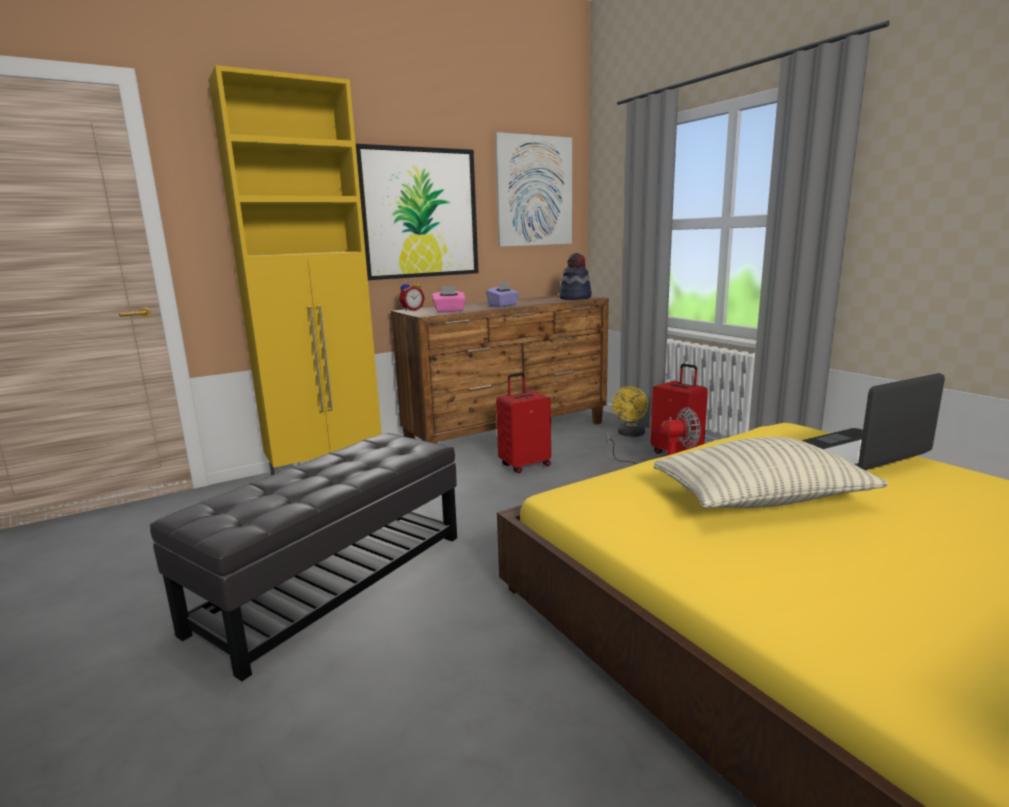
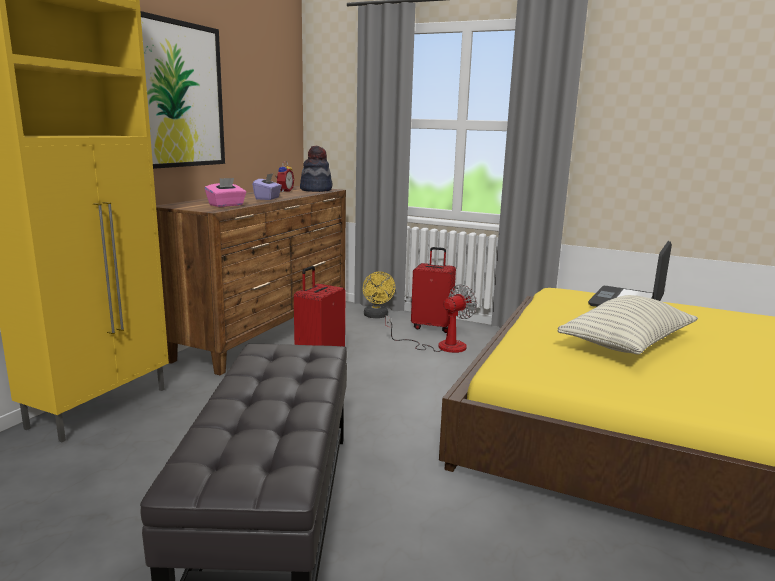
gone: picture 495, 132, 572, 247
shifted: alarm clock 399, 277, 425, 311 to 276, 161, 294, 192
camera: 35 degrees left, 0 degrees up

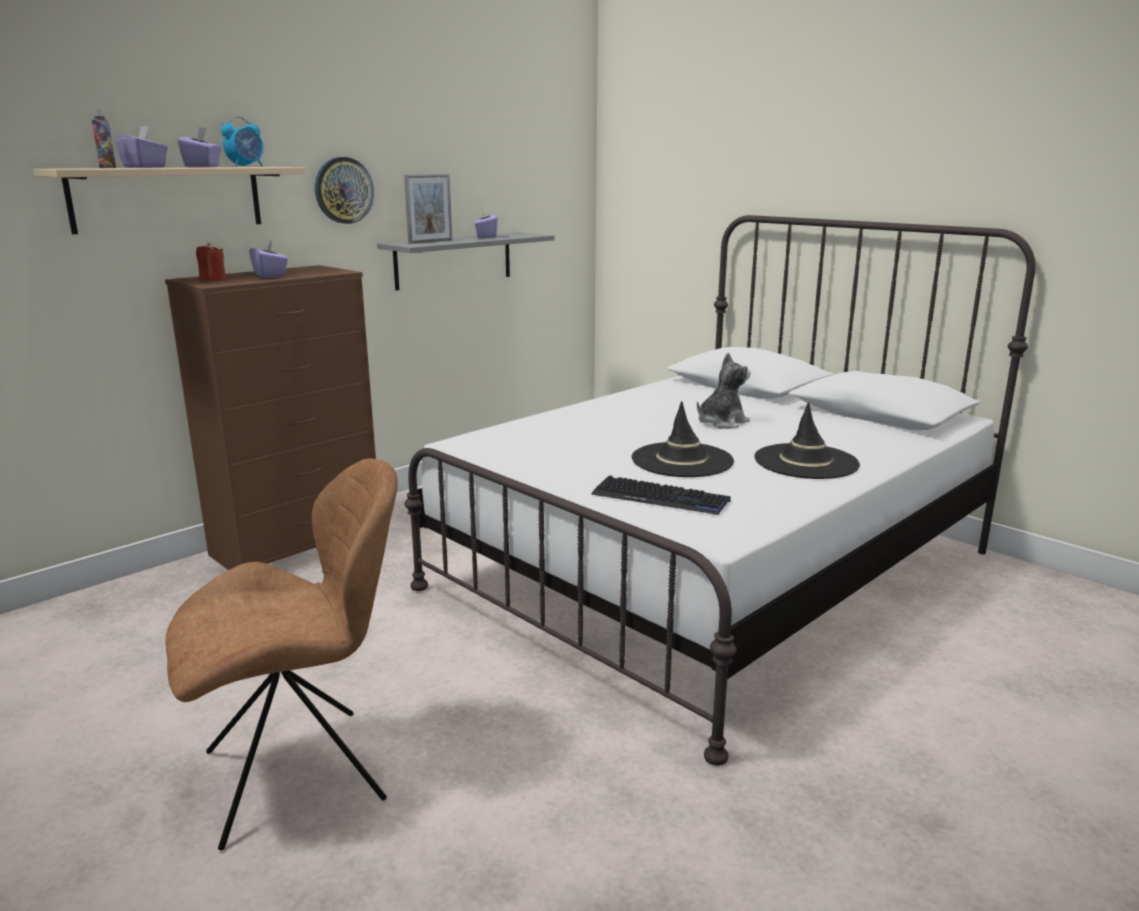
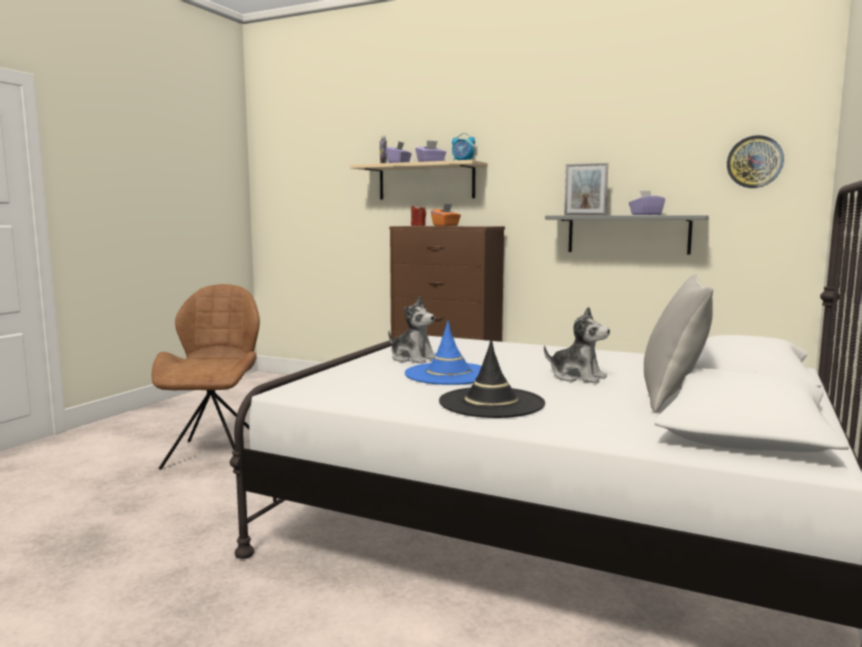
gone: PC keyboard 591, 475, 731, 515
new: soft toy 388, 297, 435, 364; greyish cushion 644, 274, 713, 412
shifted: wall clock 315, 157, 374, 224 to 727, 135, 784, 188
repainted: purple tissue holder 249, 239, 288, 278 to orange tissue holder 431, 204, 461, 226; blackish hat 632, 401, 734, 477 to blue-coloured hat 405, 321, 482, 385
rotated: brown-coloured chair 165, 458, 398, 851 = 152, 284, 260, 470 135 degrees counterclockwise
camera: 70 degrees right, 10 degrees down

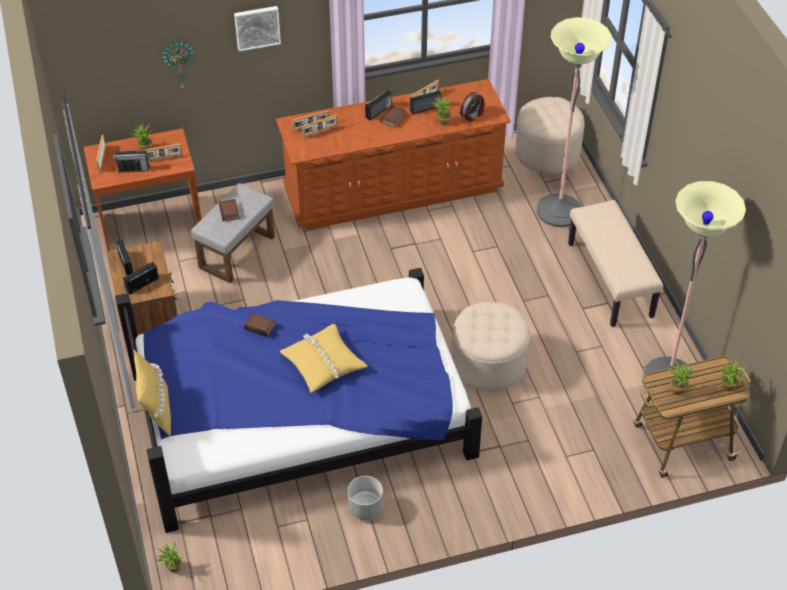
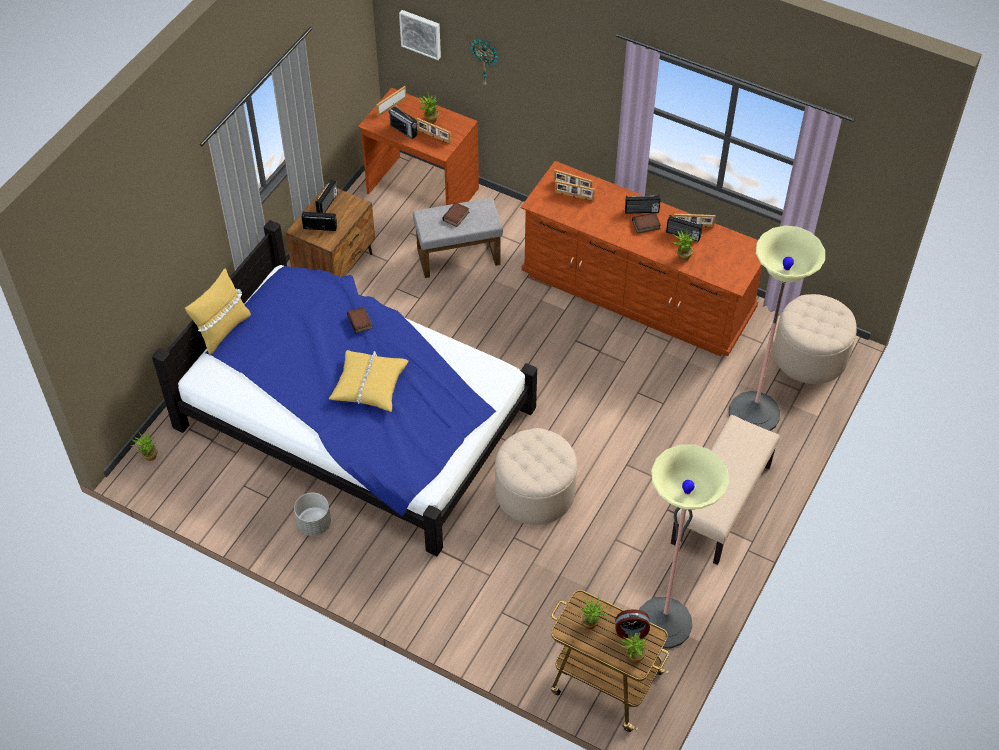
shifted: picture 234, 6, 281, 52 to 399, 10, 441, 60; alarm clock 460, 92, 485, 122 to 615, 609, 650, 639
camera: 45 degrees right, 5 degrees up

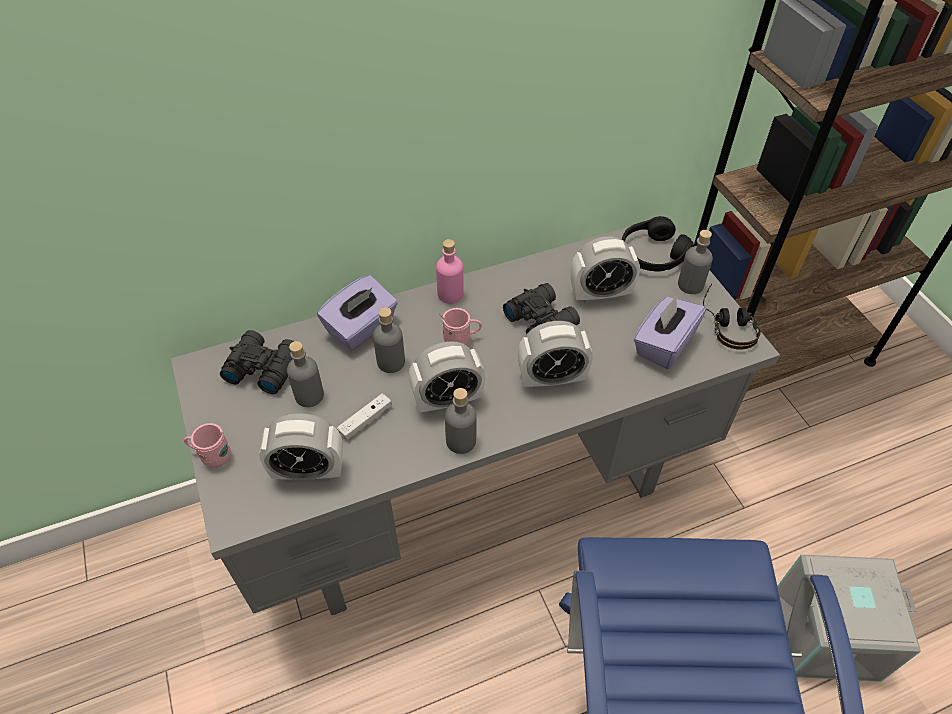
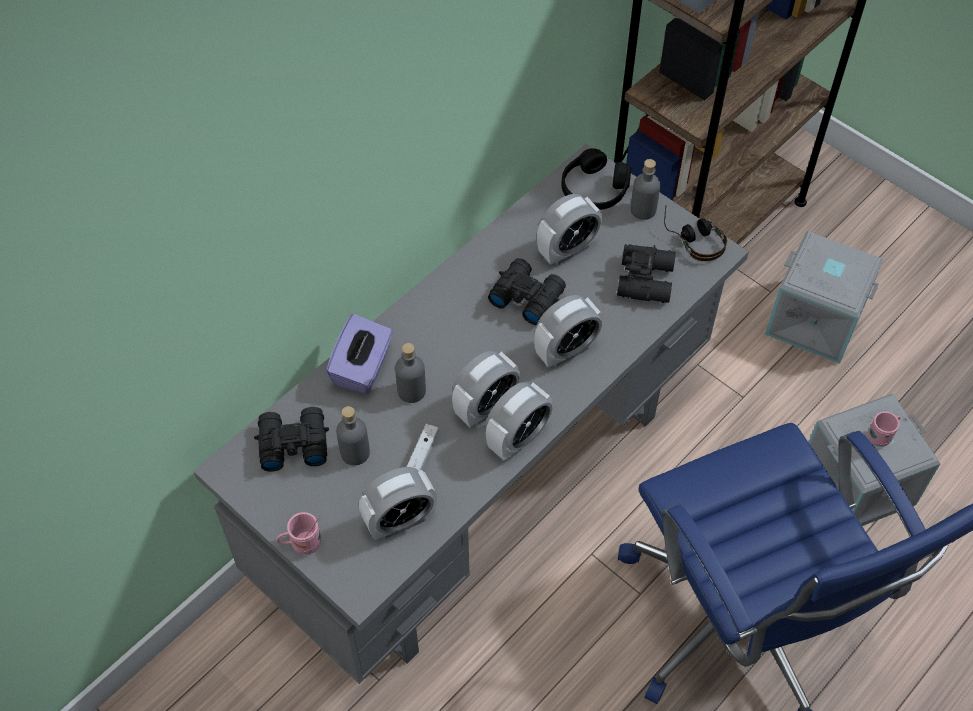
gone: pink beverage bottle 436, 239, 464, 304
new: greyish storage bin 765, 231, 884, 364
shifted: pink tea mug 439, 308, 482, 345 to 868, 411, 901, 447
swapped: greyish beverage bottle 445, 388, 477, 454 to alarm clock 486, 382, 552, 461; purple tissue holder 634, 296, 706, 369 to blackish pair of binoculars 617, 244, 676, 303
camera: 25 degrees left, 5 degrees up

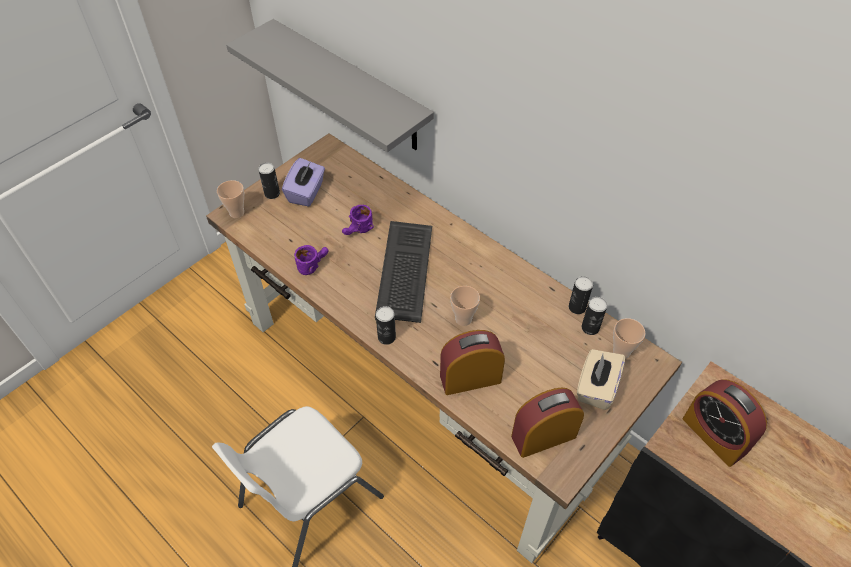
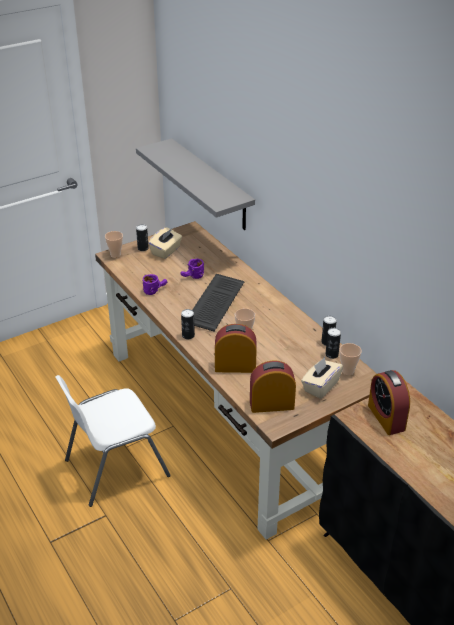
repainted: purple tissue holder 282, 158, 325, 207 to sand-coloured tissue holder 148, 227, 182, 259
camera: 15 degrees right, 15 degrees down

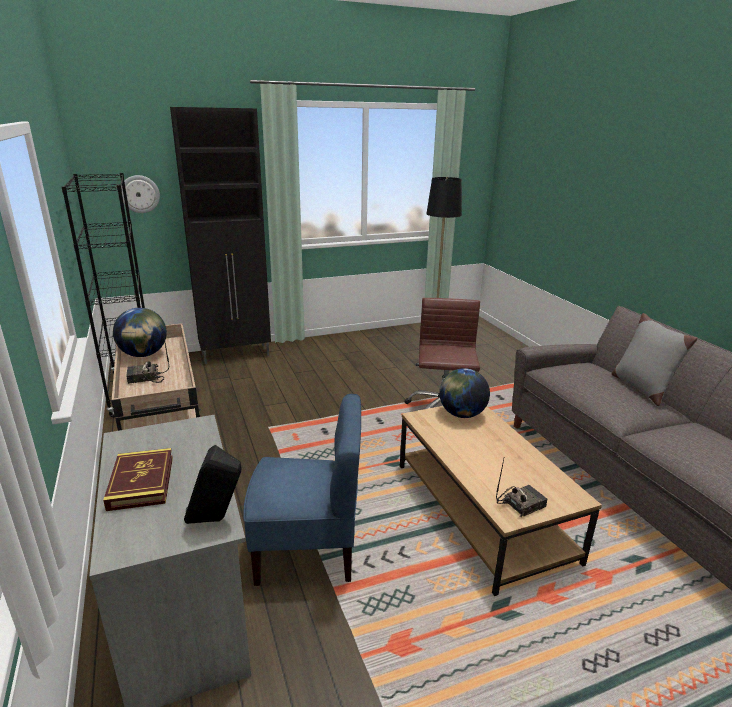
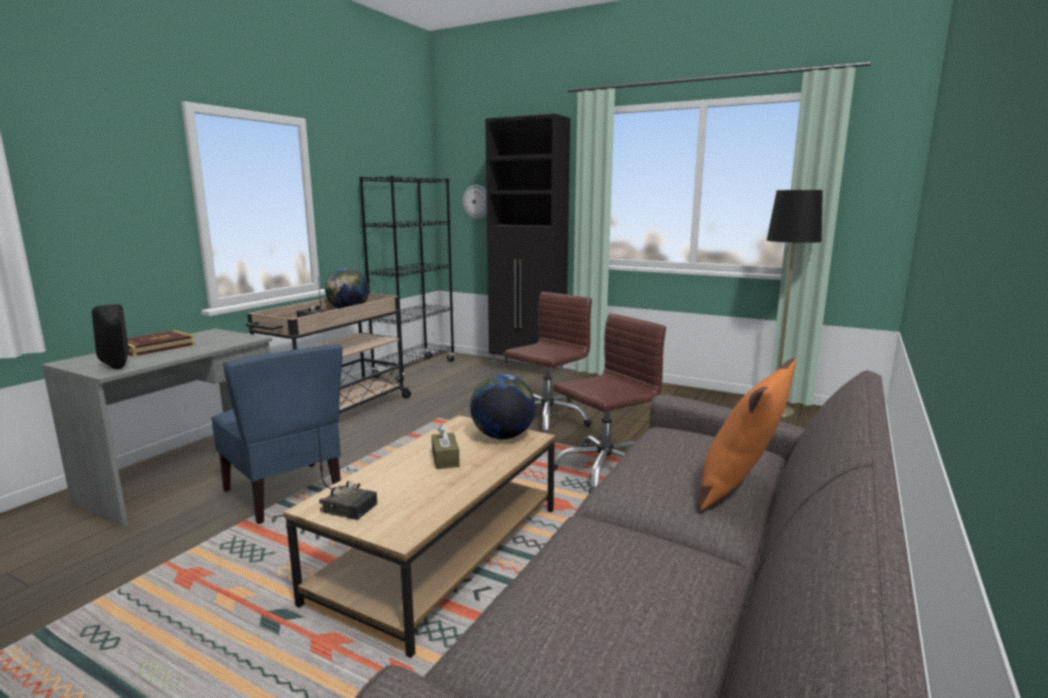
new: brown-coloured tissue holder 432, 425, 460, 469; brown-coloured desk chair 504, 292, 592, 434
repainted: greyish cushion 612, 313, 698, 406 to orange cushion 697, 358, 796, 511
camera: 50 degrees right, 10 degrees down

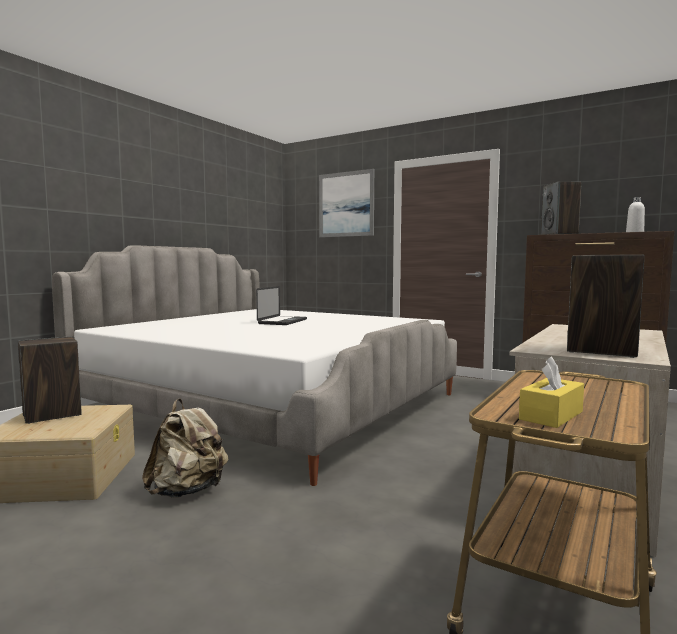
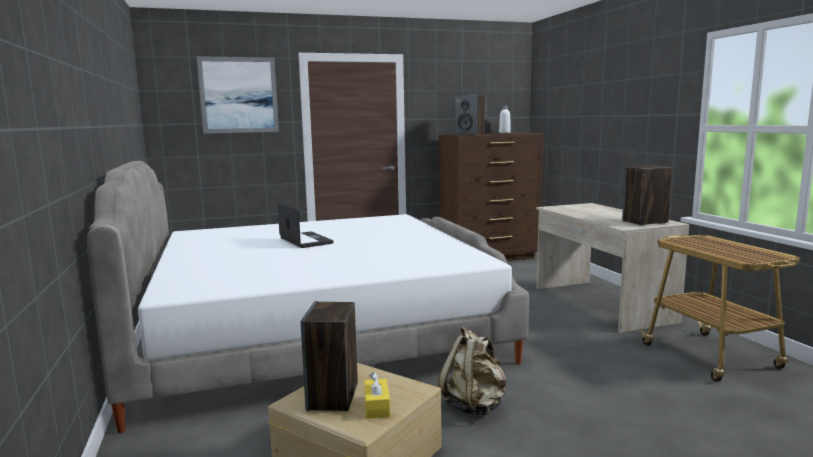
shifted: yellowish tissue holder 519, 356, 584, 428 to 364, 372, 390, 419
camera: 50 degrees left, 5 degrees up

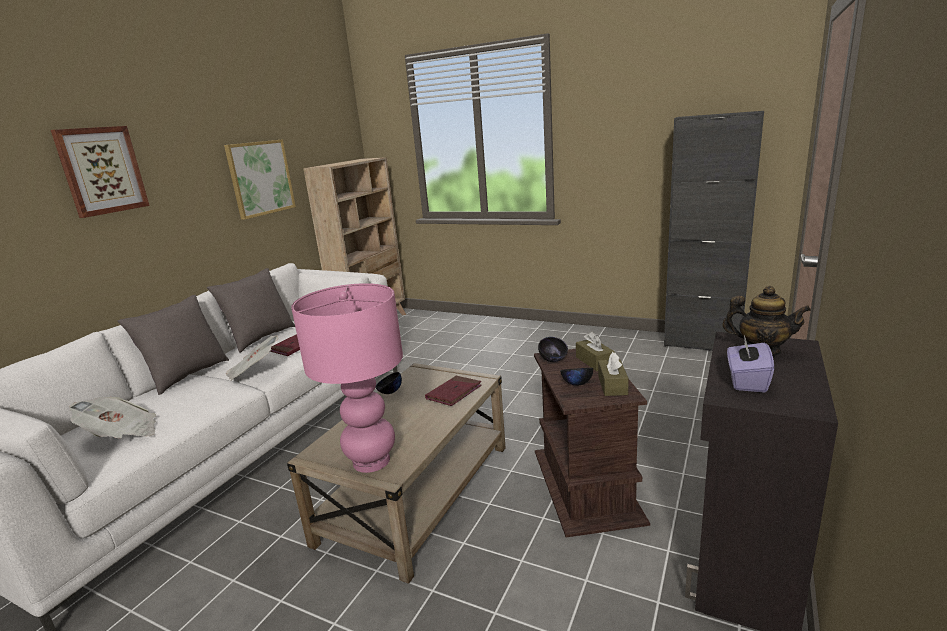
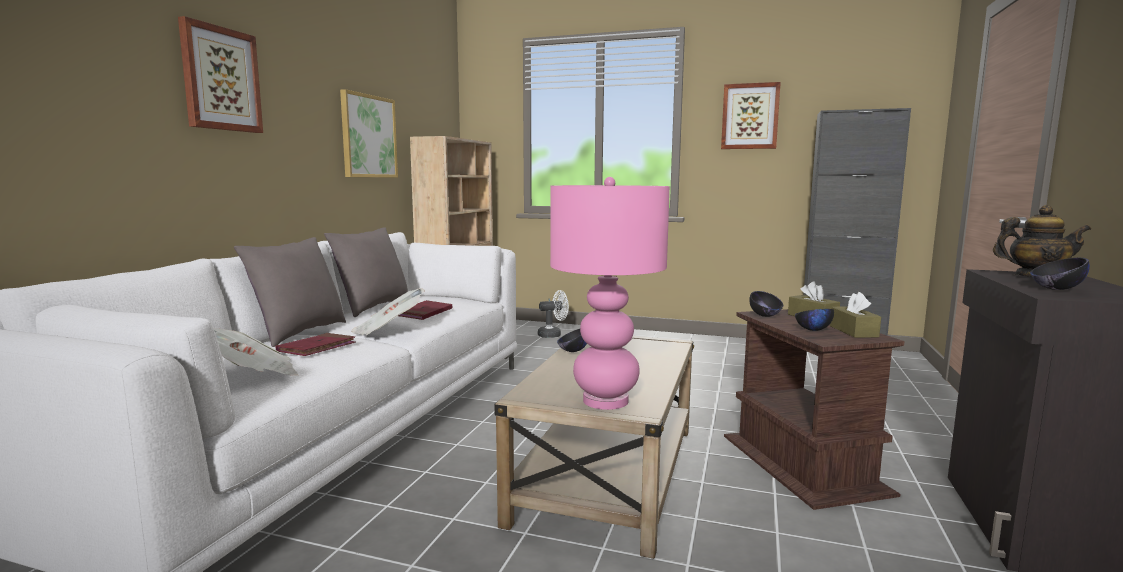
new: white-coloured electric fan 538, 290, 569, 338; picture 721, 82, 781, 149
shifted: red-coloured bound book 425, 376, 482, 406 to 275, 333, 356, 356
swapped: purple tissue holder 727, 335, 774, 393 to blackish serving bowl 1030, 258, 1090, 290
camera: 10 degrees left, 10 degrees down

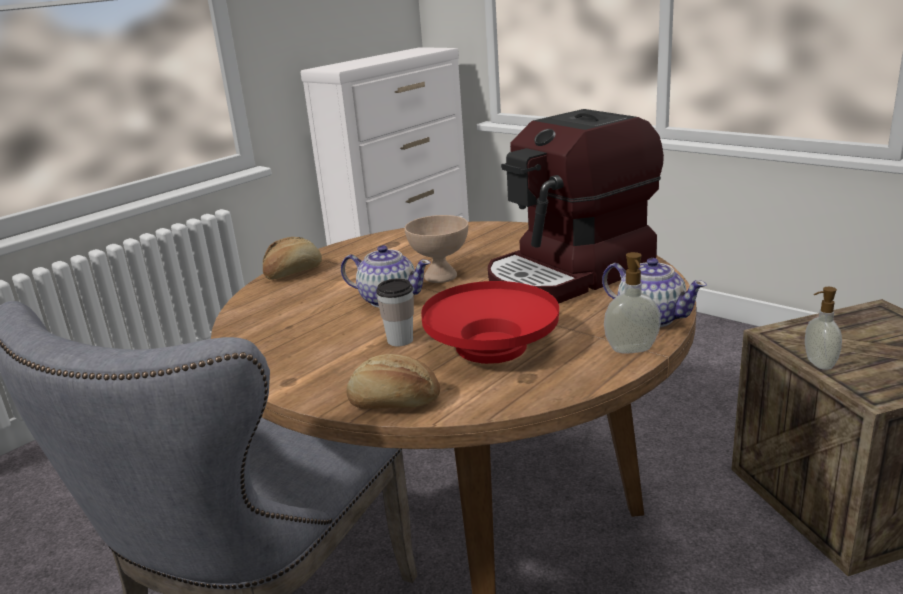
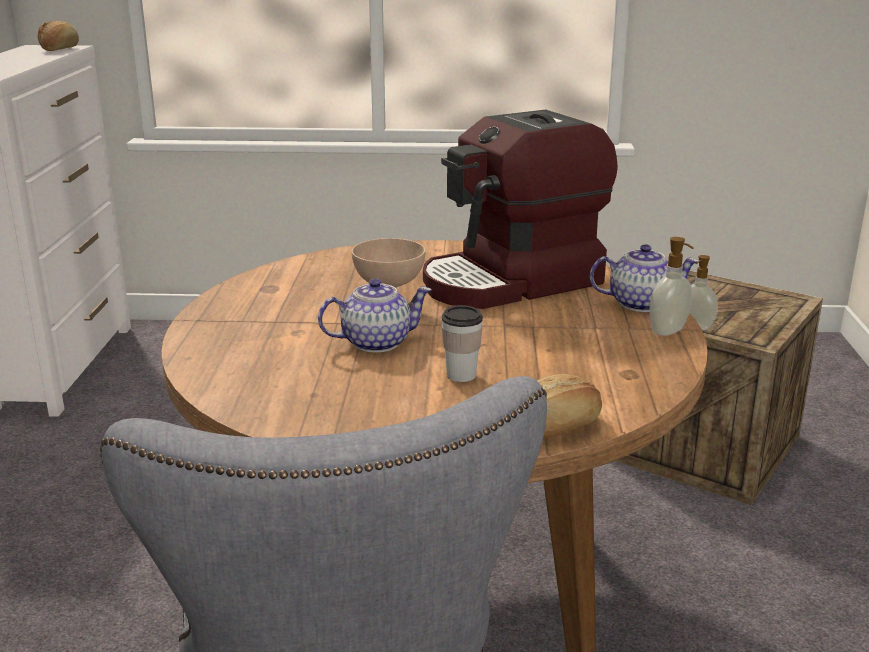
gone: red-coloured serving bowl 421, 281, 559, 364
shifted: bread 263, 237, 322, 279 to 38, 21, 79, 51
rotated: coffee brewer 488, 109, 664, 304 = 423, 110, 618, 309 45 degrees clockwise
camera: 40 degrees left, 0 degrees up

